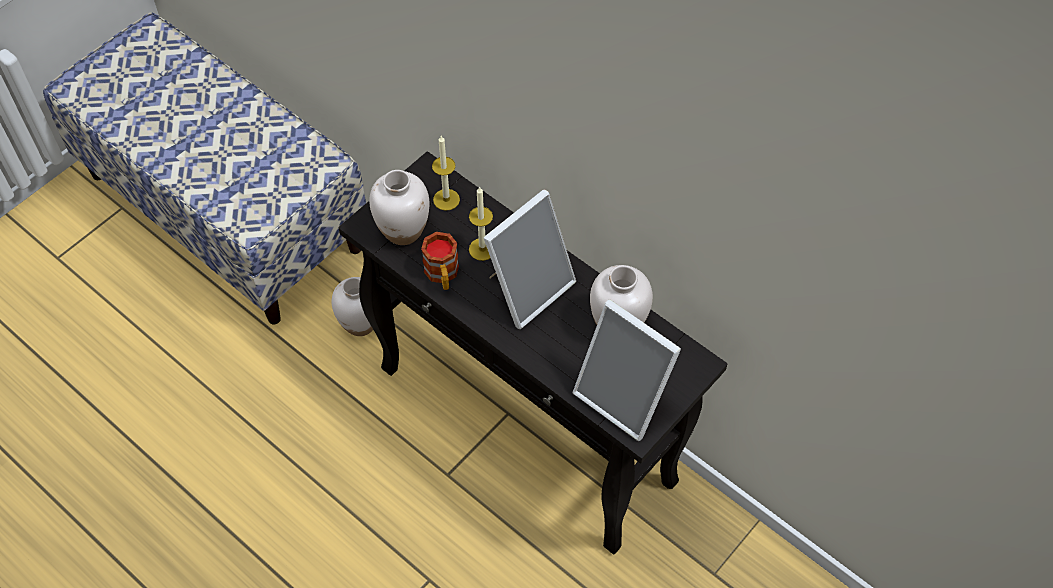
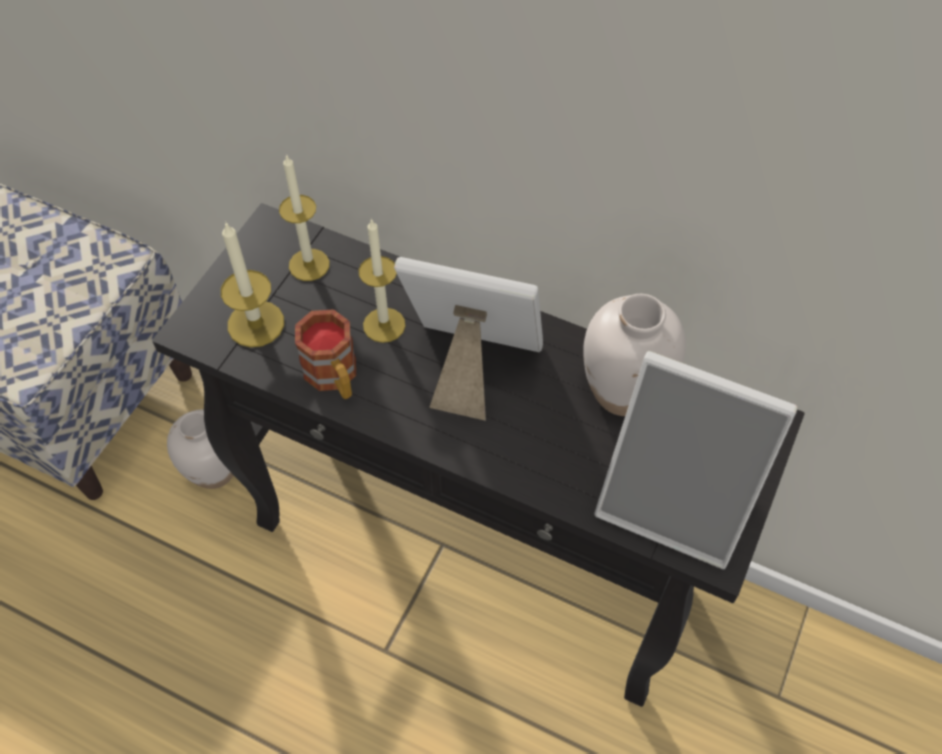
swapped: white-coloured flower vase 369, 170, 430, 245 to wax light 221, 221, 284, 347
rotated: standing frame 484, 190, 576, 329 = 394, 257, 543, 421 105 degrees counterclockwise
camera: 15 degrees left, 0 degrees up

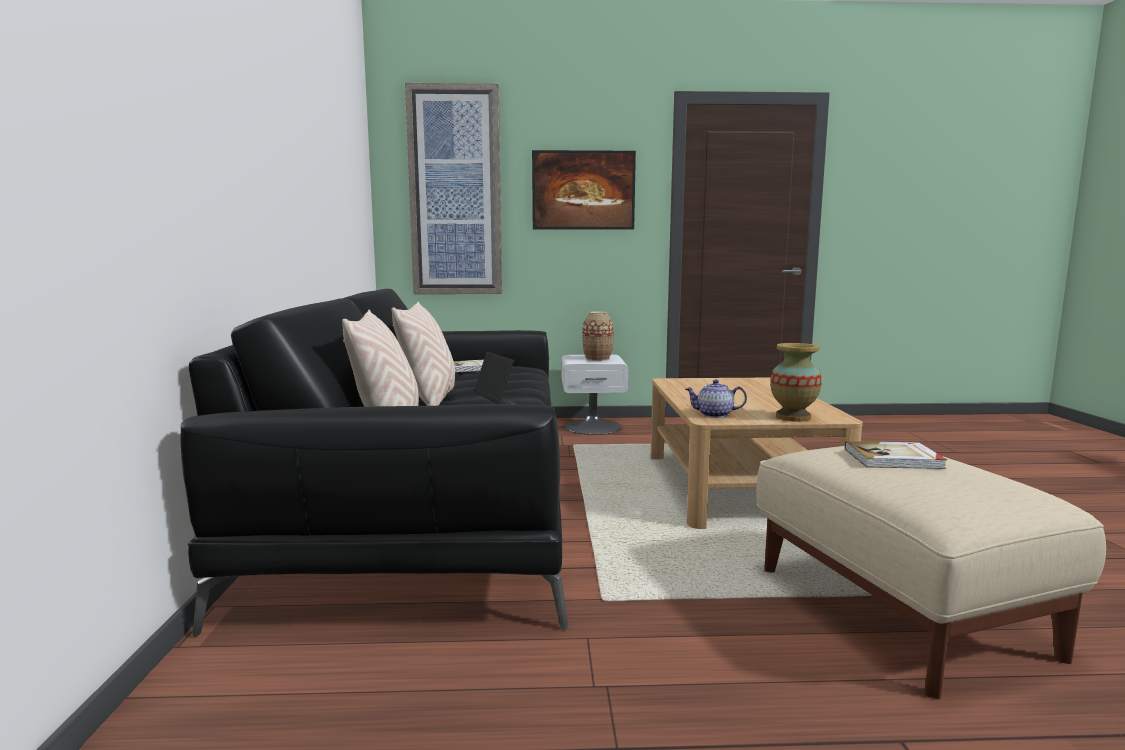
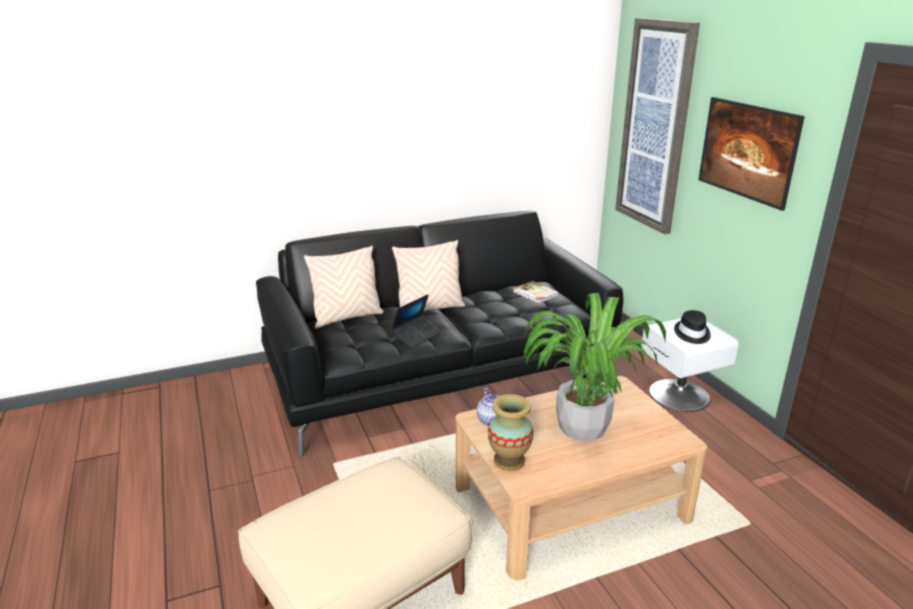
gone: bound book 845, 441, 947, 469
new: potted plant 523, 293, 666, 441
swapped: flower vase 582, 311, 614, 361 to blackish hat 674, 310, 711, 344
camera: 70 degrees right, 15 degrees up

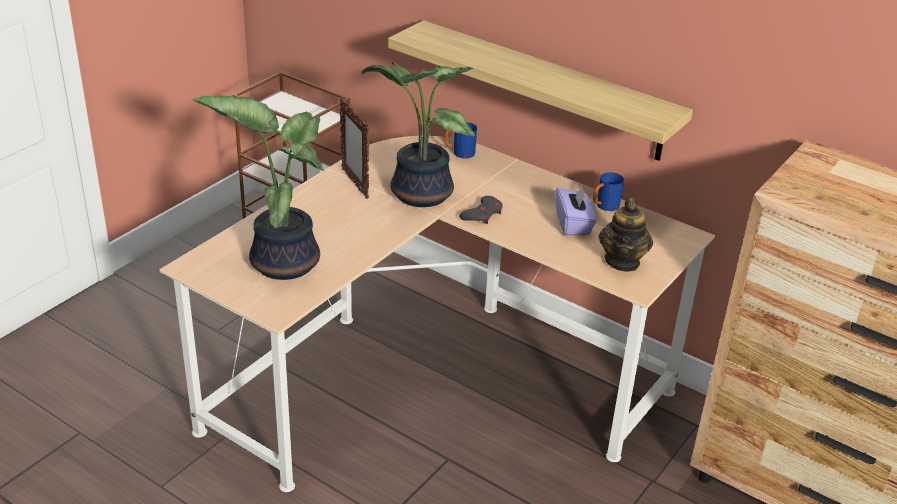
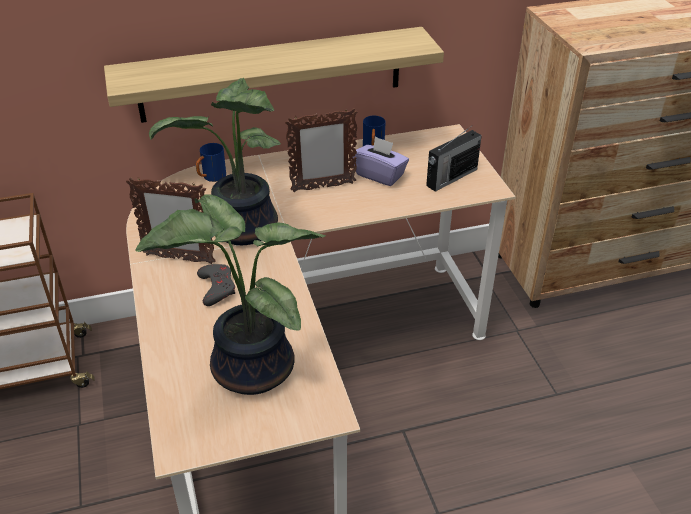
new: standing frame 285, 108, 357, 192
shifted: greyish joypad 459, 196, 503, 224 to 197, 264, 235, 306
swapped: tea pot 599, 197, 653, 272 to radio 426, 125, 482, 192
camera: 50 degrees left, 5 degrees up

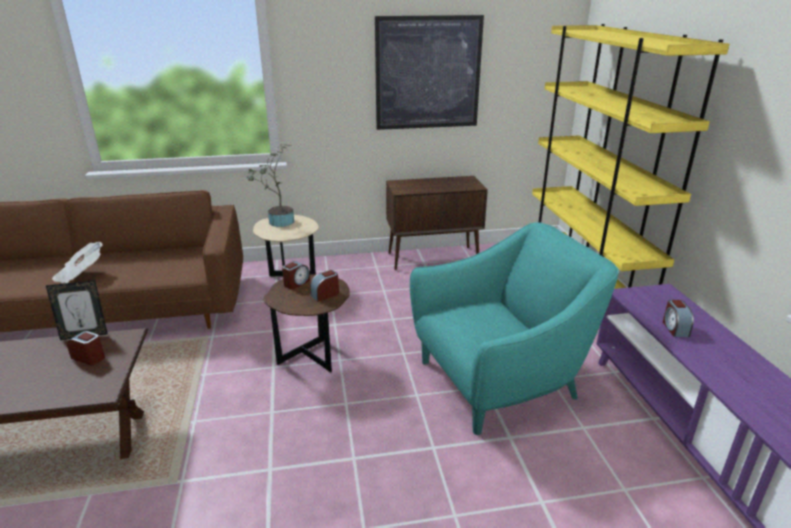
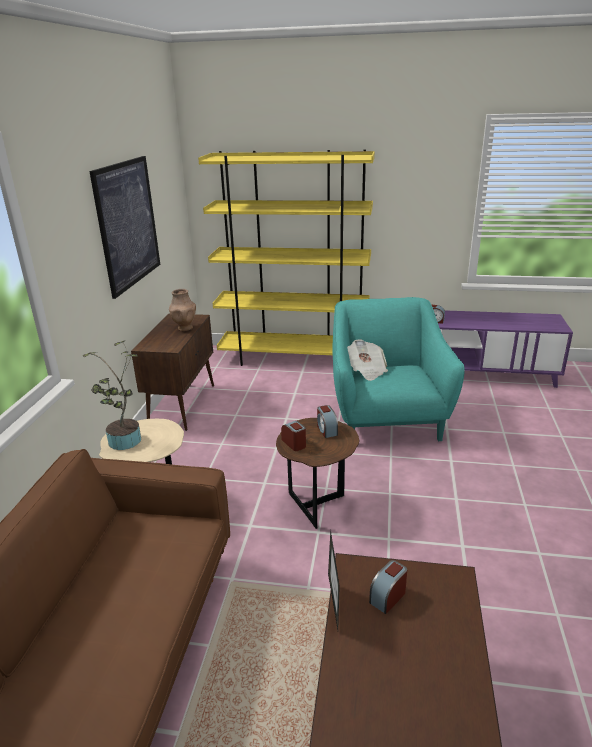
new: brown-coloured flower vase 169, 289, 196, 331
shifted: newspaper 52, 242, 103, 283 to 347, 339, 388, 381
camera: 70 degrees left, 0 degrees up

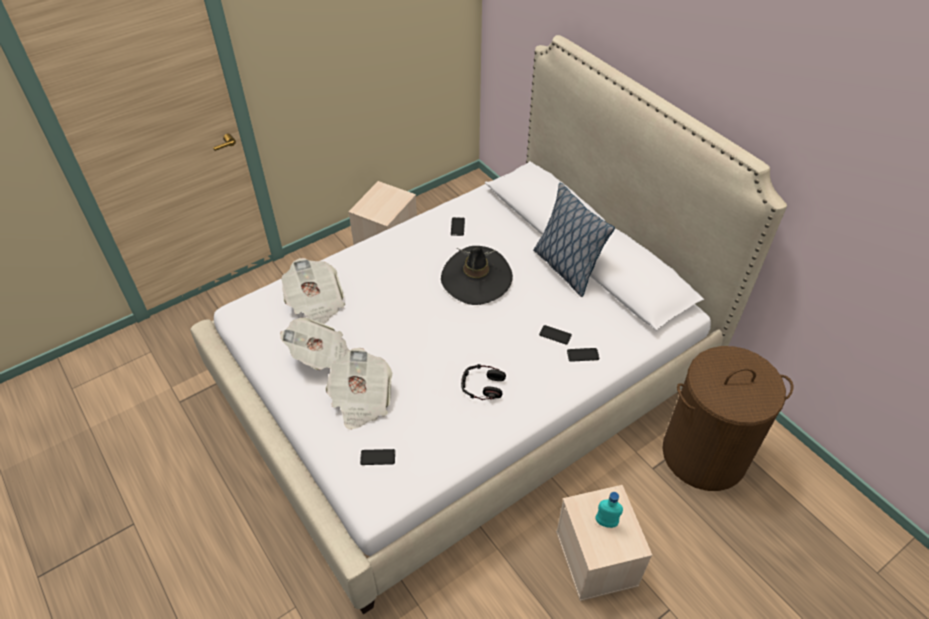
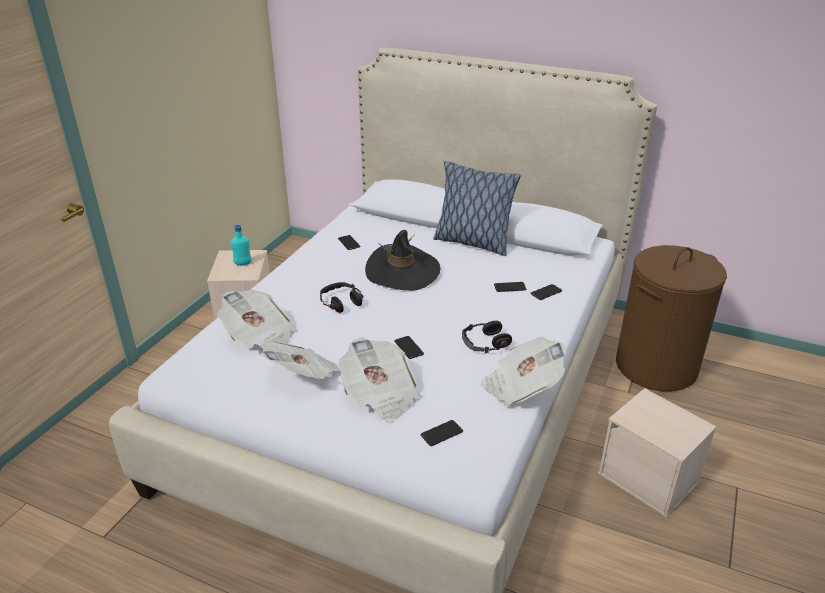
new: headphones 320, 282, 363, 313; phone 394, 336, 424, 359; newspaper 481, 337, 567, 406
shifted: turquoise beverage bottle 596, 492, 623, 528 to 231, 225, 252, 266
camera: 30 degrees left, 15 degrees down

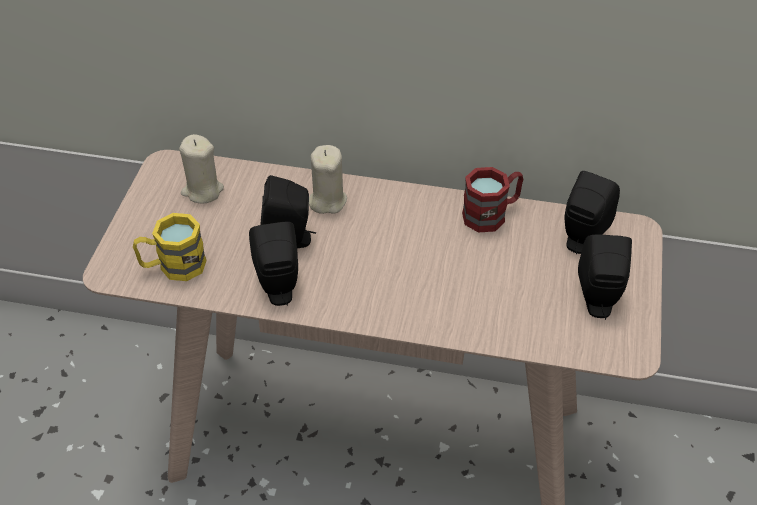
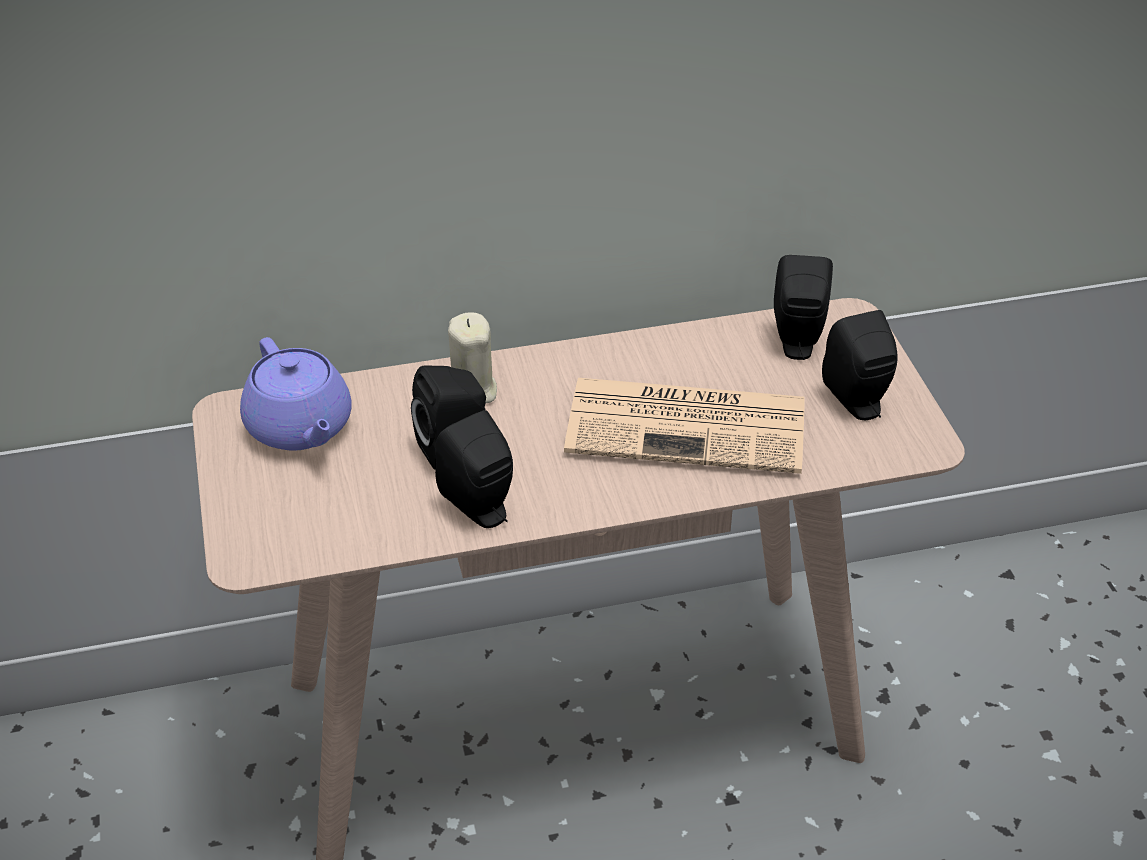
gone: yellowish tea mug 133, 213, 207, 281; red-coloured tea mug 462, 167, 523, 232
new: newspaper 564, 378, 805, 474
swapped: sand-coloured wax light 179, 134, 224, 204 to purple tea pot 240, 337, 351, 451
camera: 25 degrees left, 5 degrees down

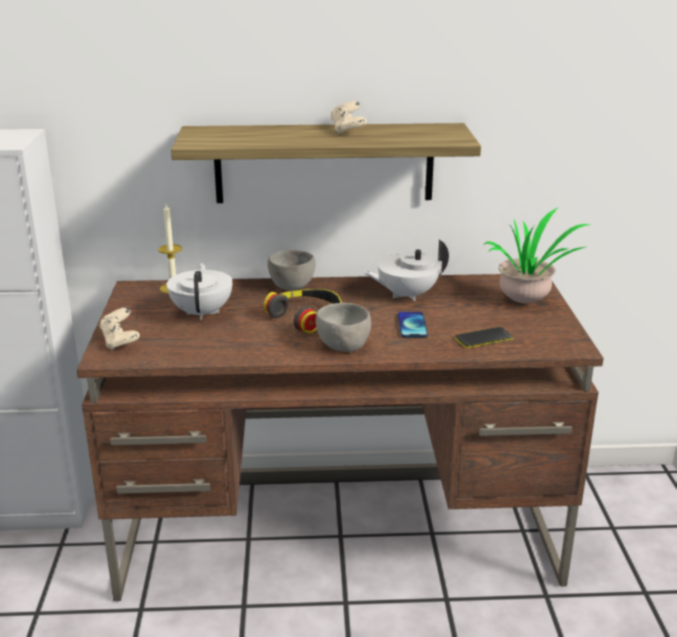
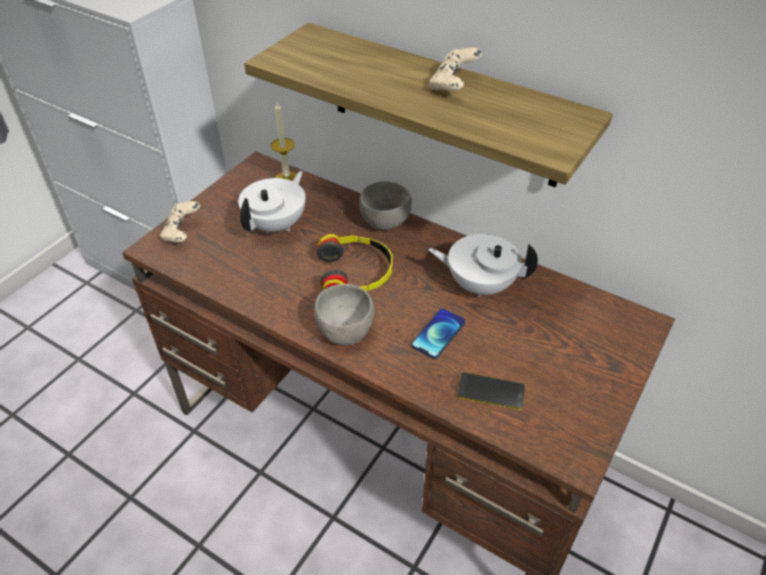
gone: potted plant 483, 208, 590, 303
camera: 35 degrees right, 20 degrees up

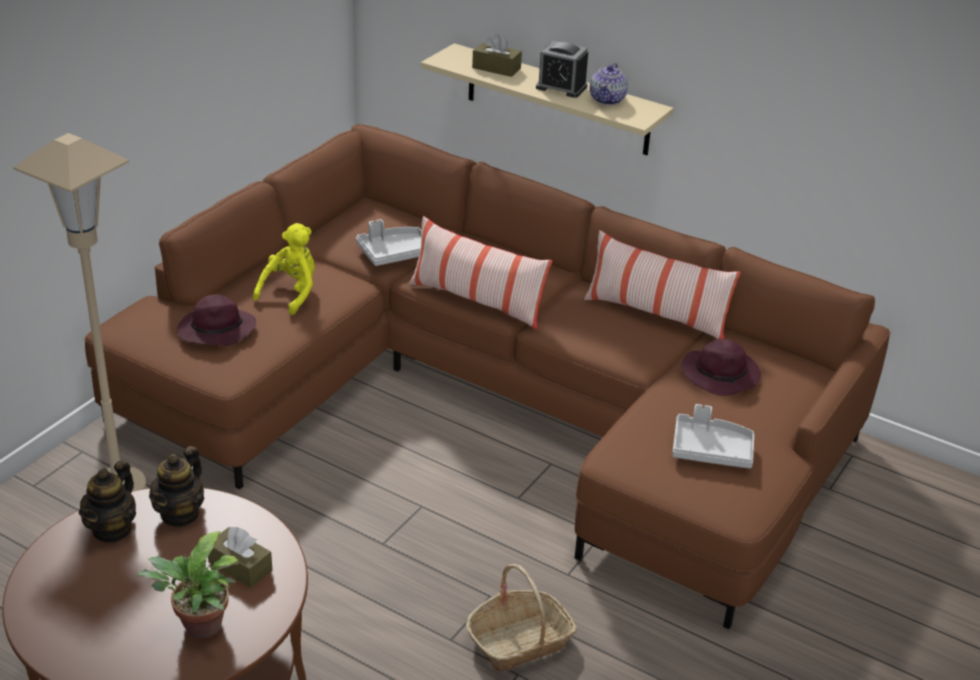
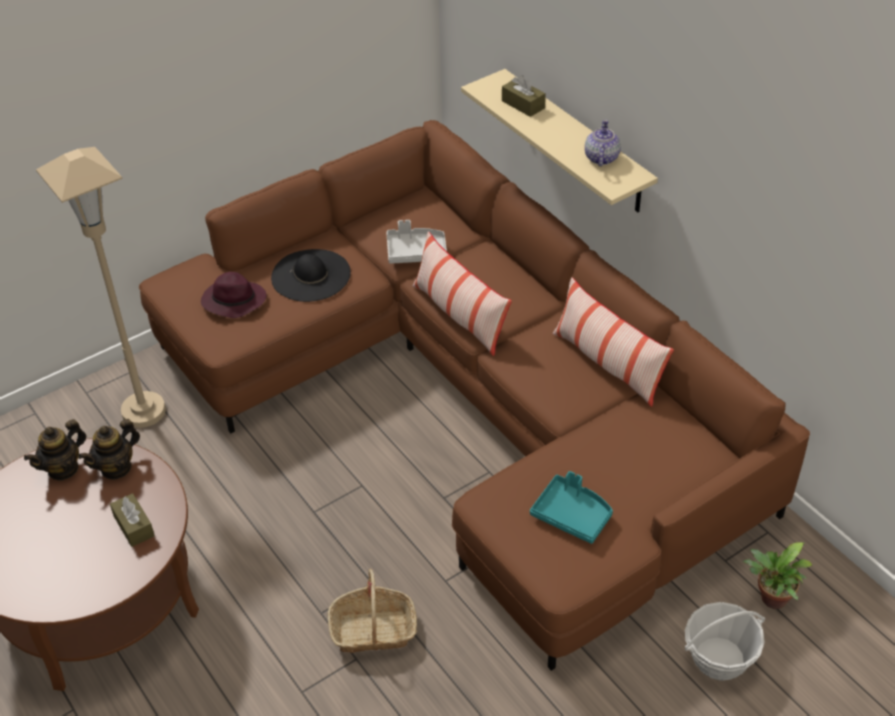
gone: alarm clock 536, 41, 588, 98; purple hat 681, 339, 761, 396
new: storage basket 685, 602, 765, 681
shifted: potted plant 136, 531, 239, 639 to 742, 542, 812, 609
swapped: yellowish soft toy 253, 223, 315, 315 to blackish hat 271, 249, 351, 302
repainted: greyish carrying tray 672, 404, 754, 468 to turquoise carrying tray 530, 471, 613, 544
rotated: tea pot 590, 63, 628, 105 = 585, 120, 621, 167 150 degrees clockwise
camera: 25 degrees right, 10 degrees up

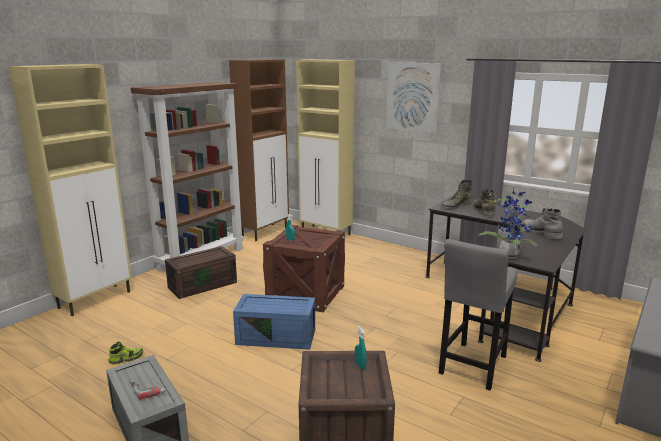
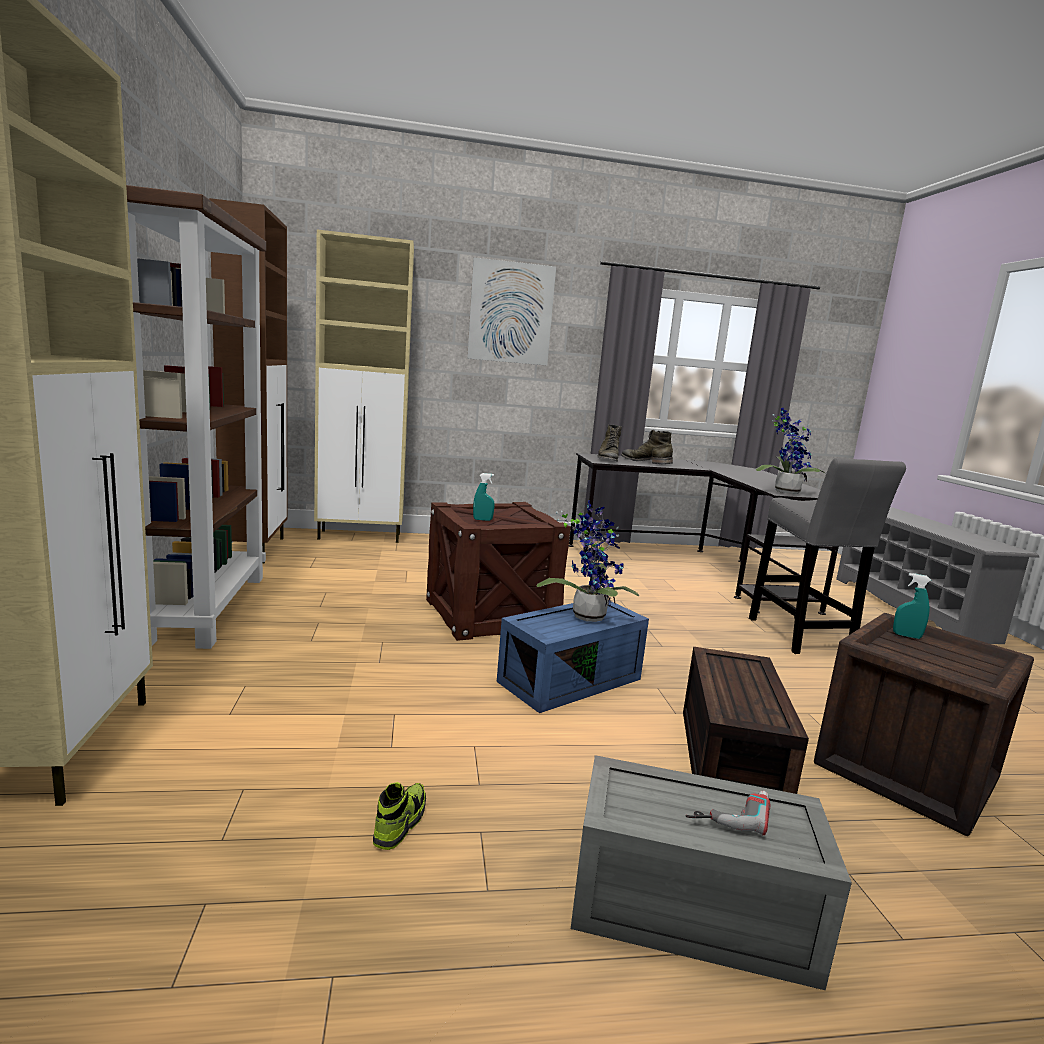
gone: greyish high-top boot 522, 208, 563, 239
new: potted plant 537, 500, 639, 622
shifted: brown-coloured storage bin 165, 246, 237, 299 to 683, 647, 809, 794
camera: 45 degrees left, 5 degrees down

